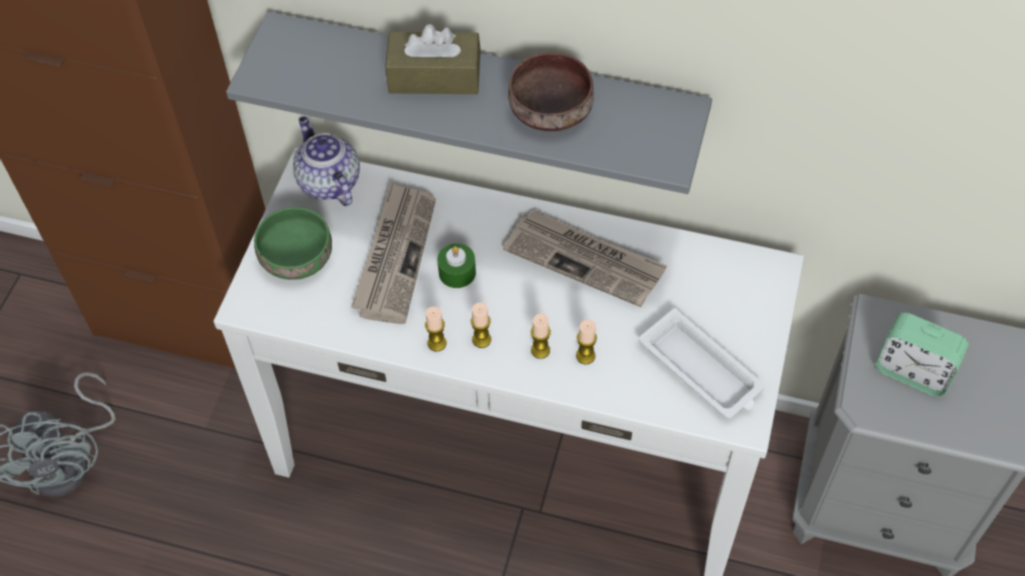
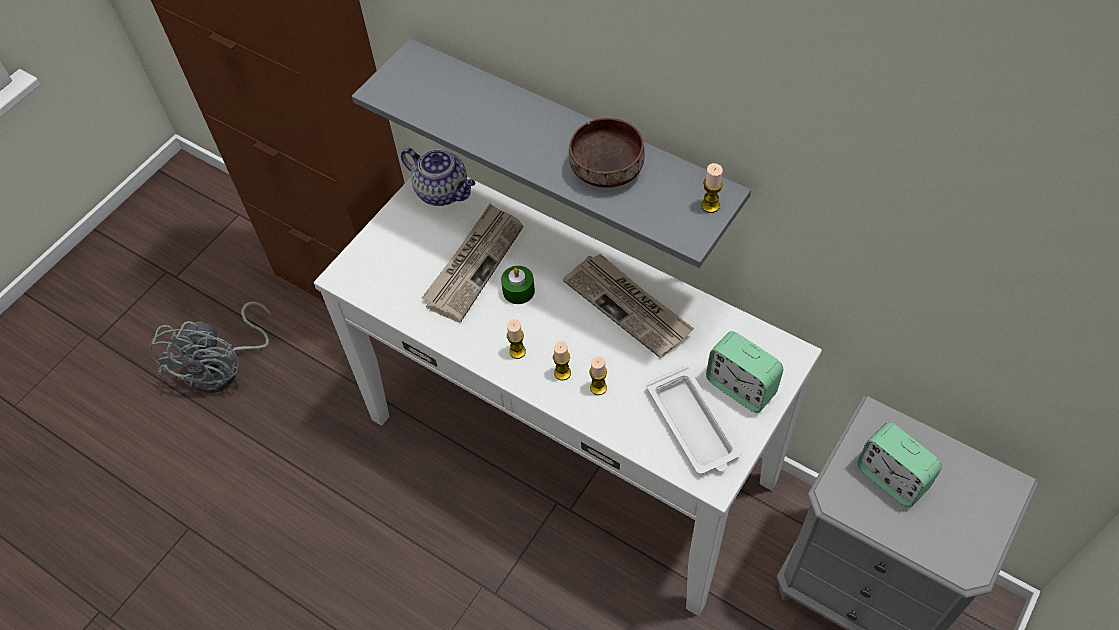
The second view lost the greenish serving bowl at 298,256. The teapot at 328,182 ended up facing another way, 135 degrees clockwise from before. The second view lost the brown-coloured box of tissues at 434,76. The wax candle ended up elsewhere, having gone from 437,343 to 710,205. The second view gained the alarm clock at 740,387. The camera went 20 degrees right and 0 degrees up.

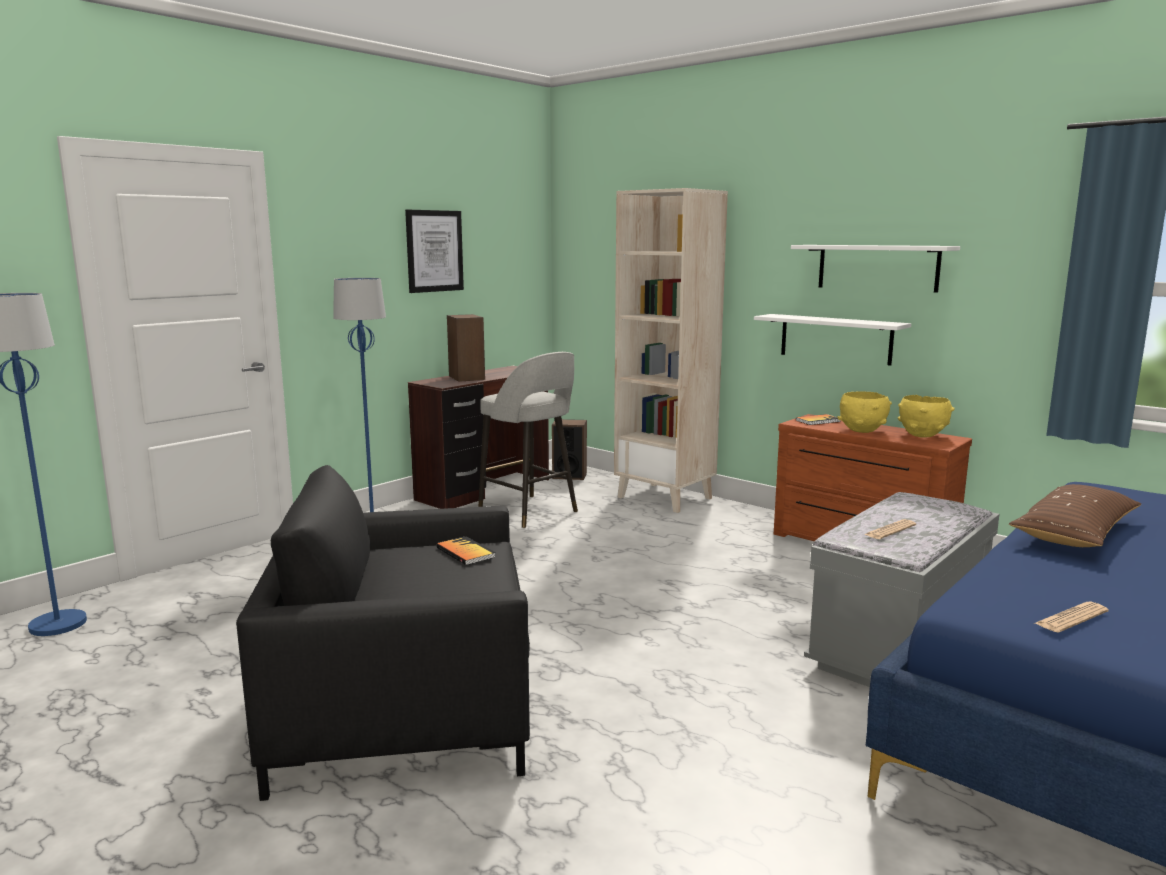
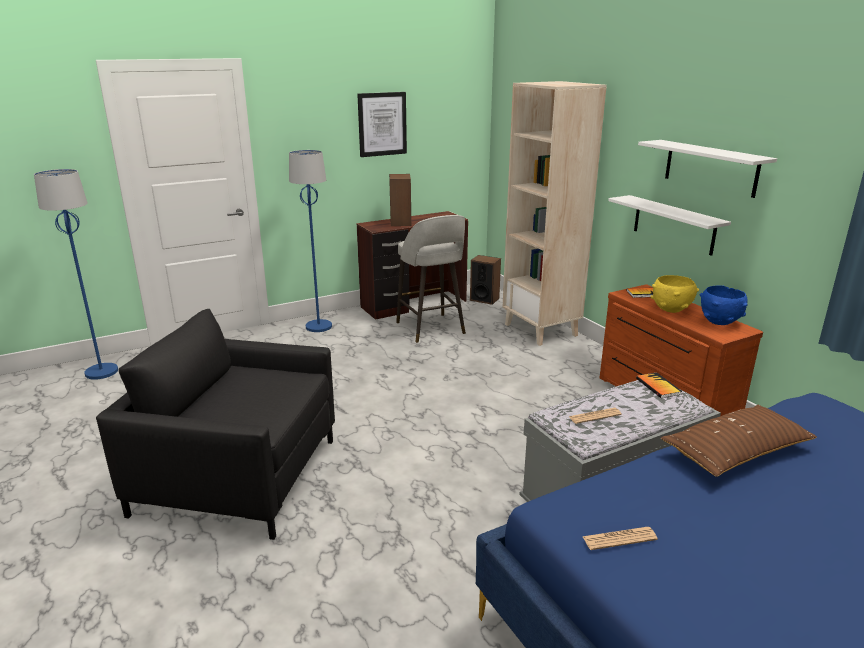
The volume ended up elsewhere, having gone from 465,552 to 658,386. What was the yellowish serving bowl at 922,435 turned into the blue serving bowl at 719,322. The camera went 20 degrees right and 10 degrees up.

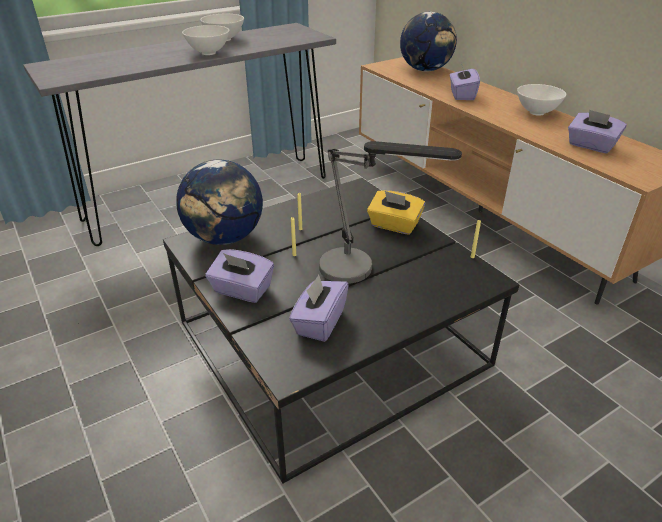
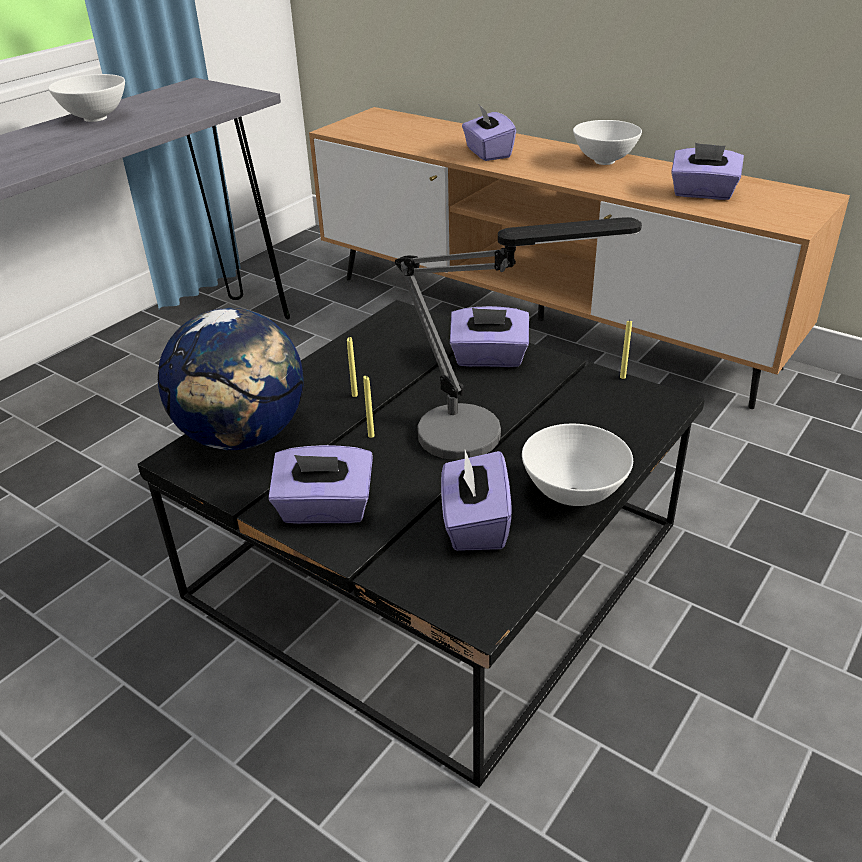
The whitish serving bowl ended up elsewhere, having gone from 209,53 to 574,494. What was the yellowish box of tissues at 394,225 turned into the purple box of tissues at 489,358. The second view lost the world globe at 425,70. The camera went 20 degrees left and 0 degrees up.

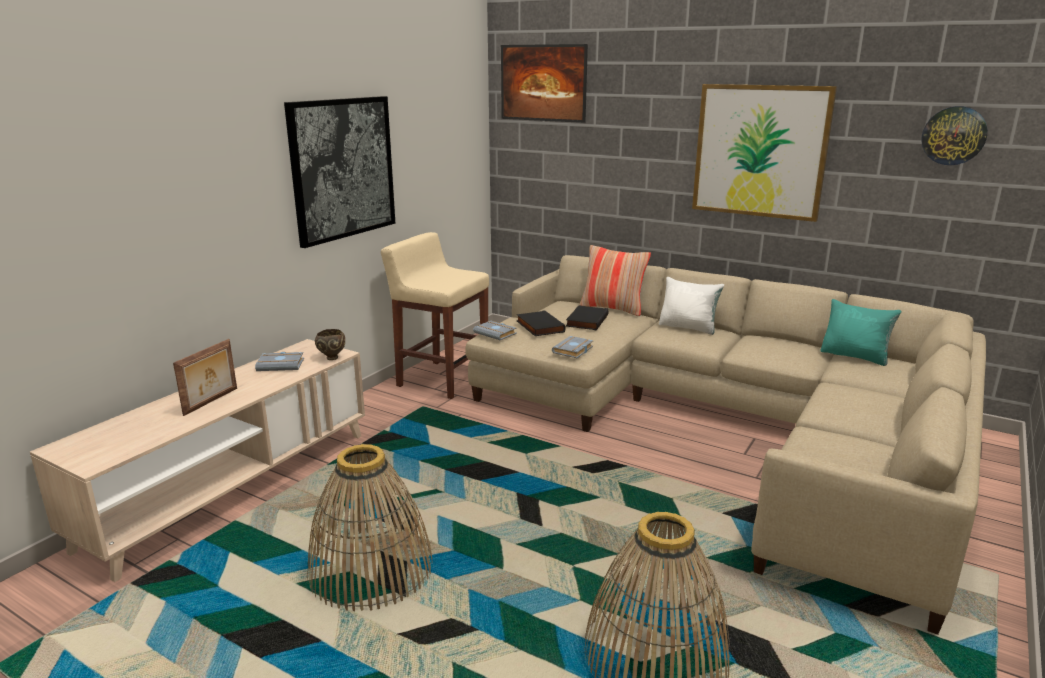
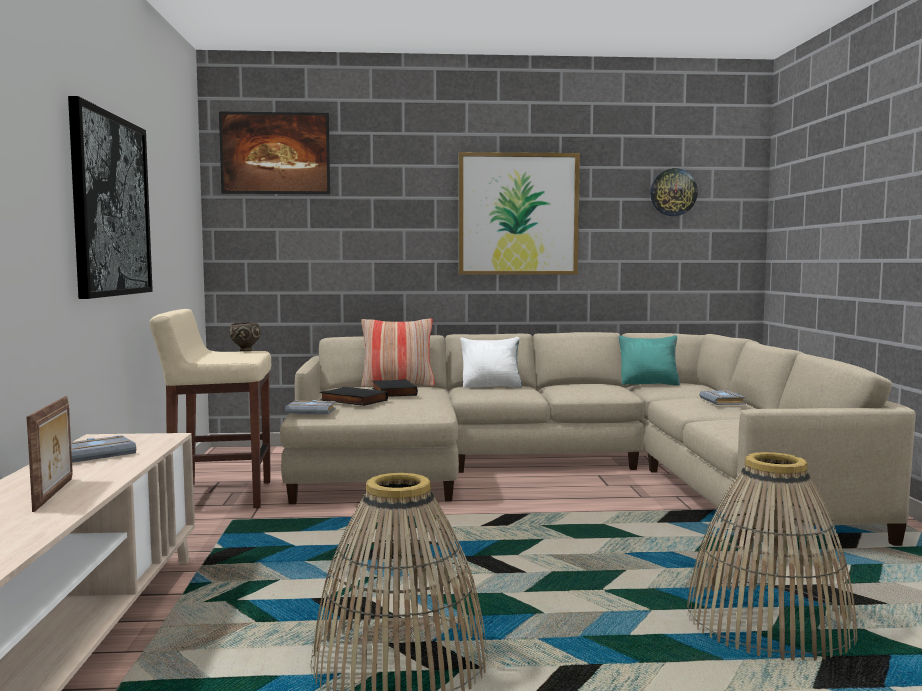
The brown-coloured serving bowl ended up elsewhere, having gone from 331,357 to 245,350. The gray volume ended up elsewhere, having gone from 573,350 to 724,402. The camera went 35 degrees left and 15 degrees down.

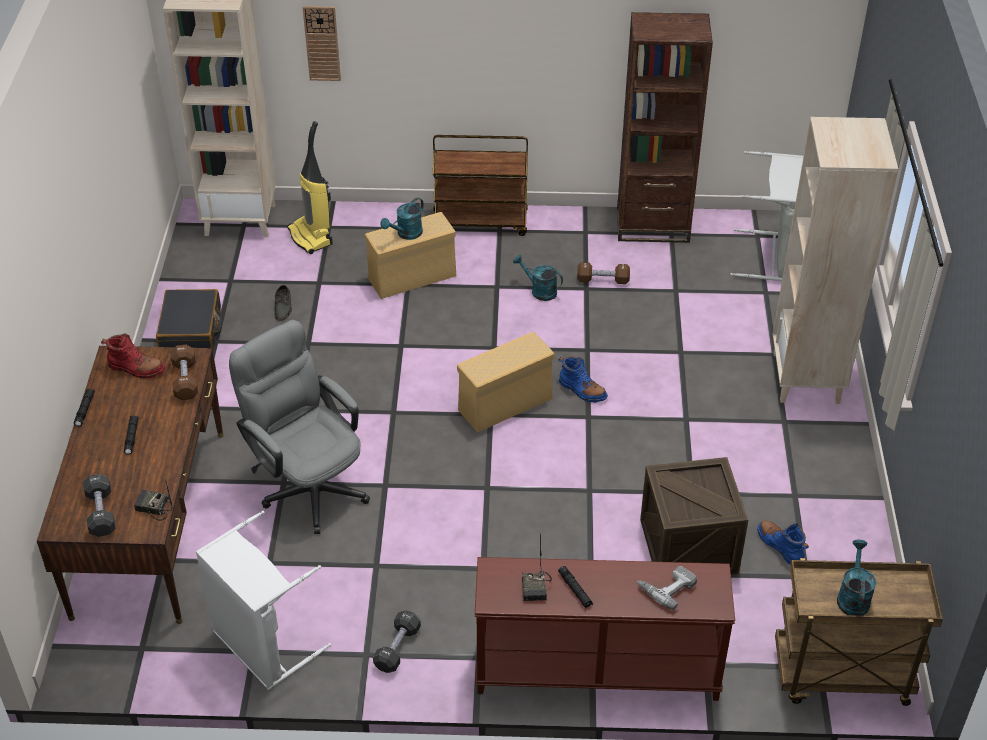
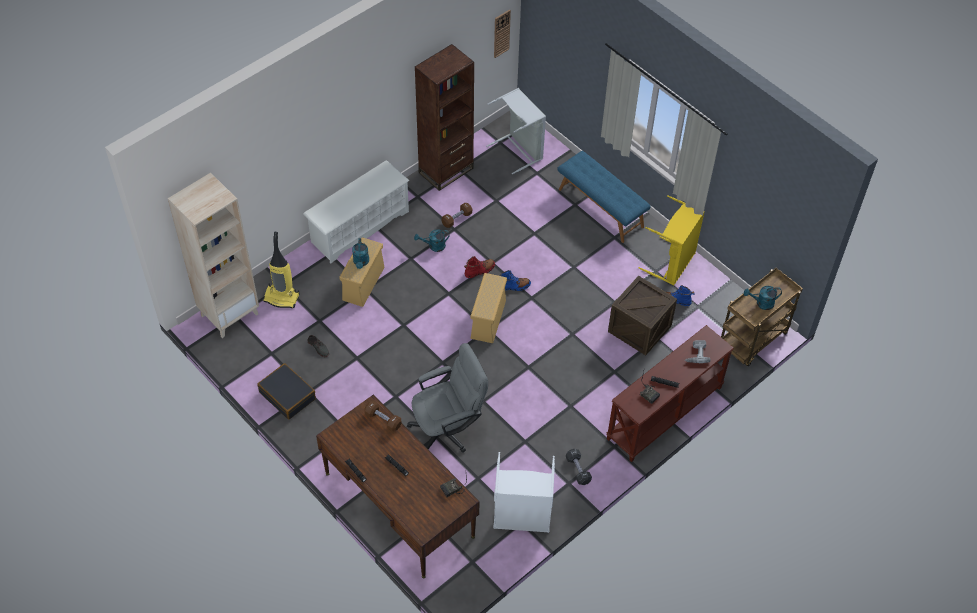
The second view lost the black-coloured hand weight at 101,513. The red-coloured tall boot ended up elsewhere, having gone from 136,369 to 479,270. The gray desk chair at 308,484 ended up facing another way, 150 degrees clockwise from before. The wall clock ended up elsewhere, having gone from 322,43 to 501,33. Where the brown-coloured cart stood at 481,222, the whitish shoe rack came to stand at 359,227. Where the beige-coloured shelving unit stood at 807,378, the blue bench came to stand at 601,207. The turquoise sprinkling can at 853,596 ended up facing another way, 60 degrees counterclockwise from before. The second view gained the yellowish washing basket at 672,263. The camera went 45 degrees left and 10 degrees up.

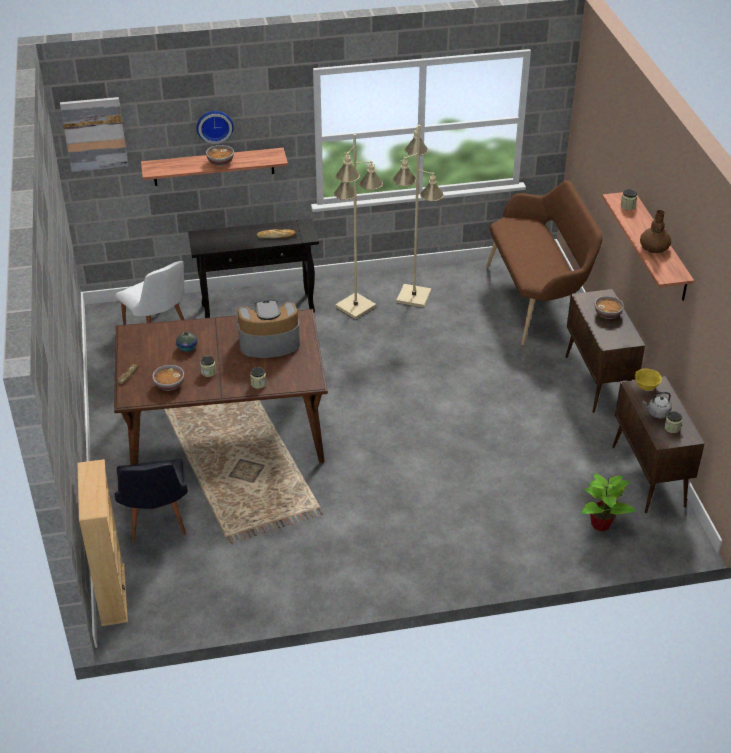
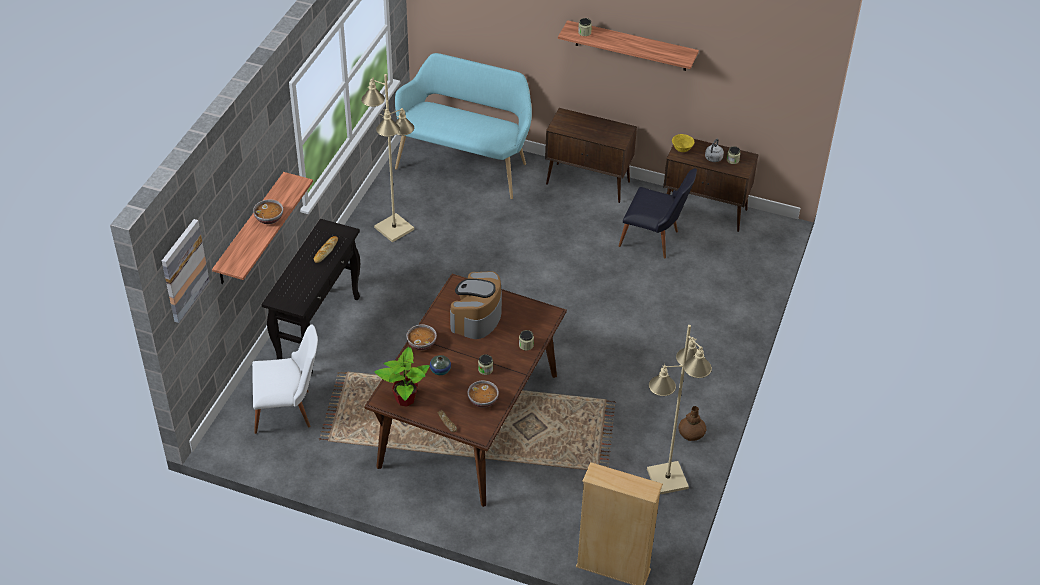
The black-coloured upright chair ended up elsewhere, having gone from 156,522 to 654,240. The second view lost the wall clock at 214,125. The beige-coloured floor lamp ended up elsewhere, having gone from 355,306 to 667,479. What was the brown-coloured bench at 537,300 turned into the turquoise bench at 465,164. The houseplant ended up elsewhere, having gone from 601,524 to 405,399. The serving bowl ended up elsewhere, having gone from 608,314 to 422,343. The brown-coloured vase ended up elsewhere, having gone from 654,247 to 691,433. The camera went 60 degrees left and 5 degrees up.

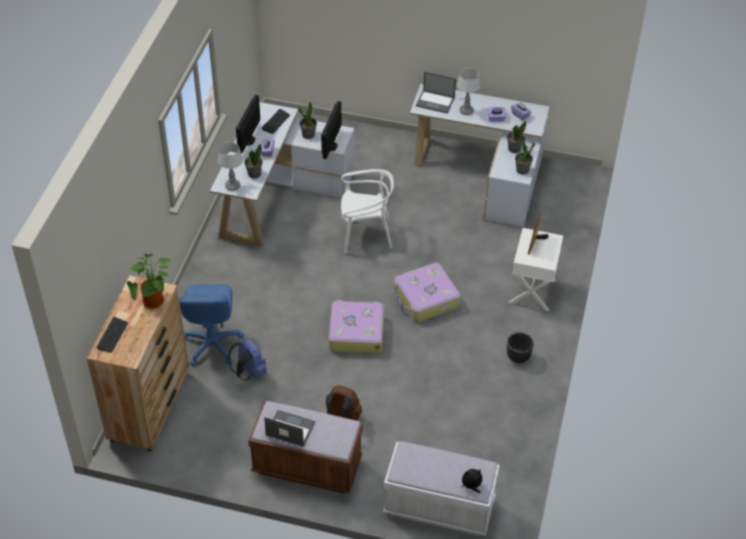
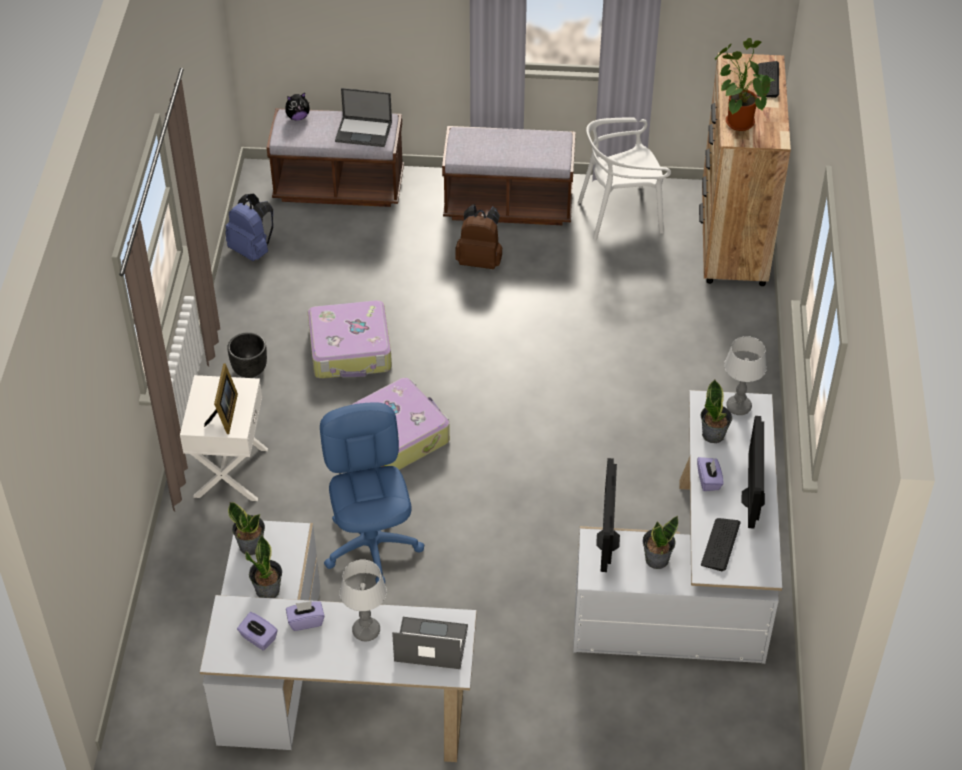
The blue desk chair ended up elsewhere, having gone from 212,344 to 372,545. The blue rucksack ended up elsewhere, having gone from 249,372 to 252,250. The portable computer ended up elsewhere, having gone from 289,429 to 364,131. The suitcase ended up elsewhere, having gone from 356,332 to 351,350. The whitish upright chair ended up elsewhere, having gone from 365,234 to 621,214. What was the whitish bench at 439,507 turned into the brown-coloured bench at 339,187. The camera went 170 degrees right and 0 degrees up.

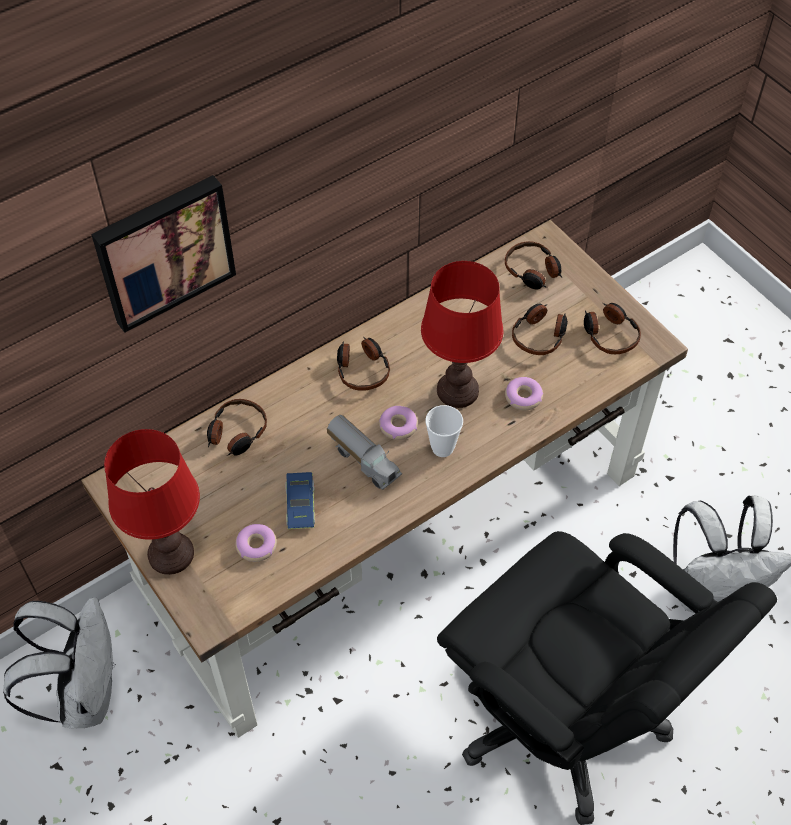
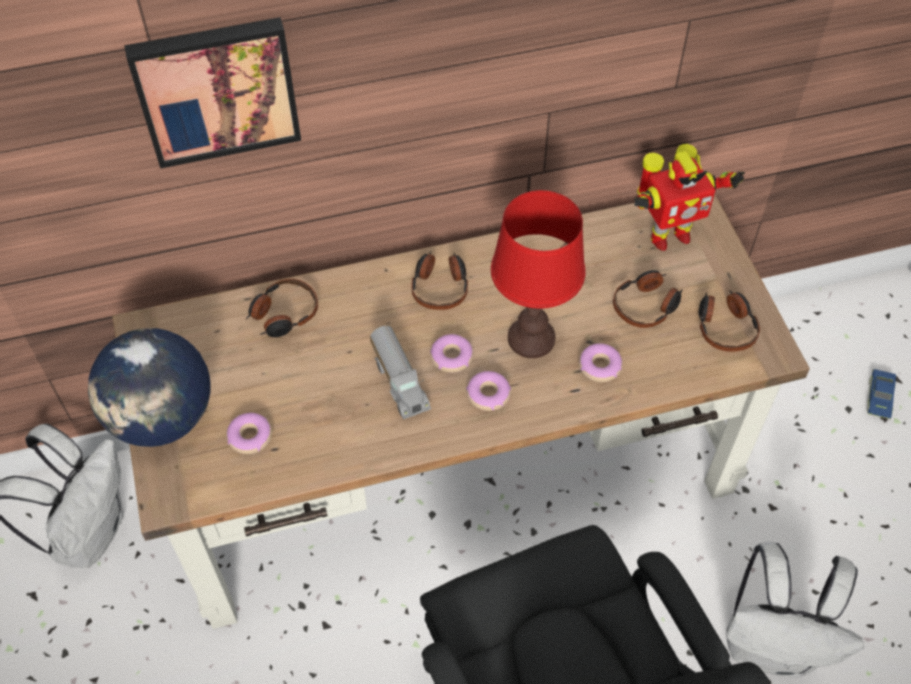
Where the red-coloured tabletop lamp stood at 171,554, the world globe came to stand at 163,418. The blue model car ended up elsewhere, having gone from 300,504 to 879,397. Where the cup stood at 442,448, the doughnut came to stand at 488,395. Where the headset stood at 533,271, the toy robot came to stand at 667,236. The camera went 20 degrees right and 0 degrees up.

